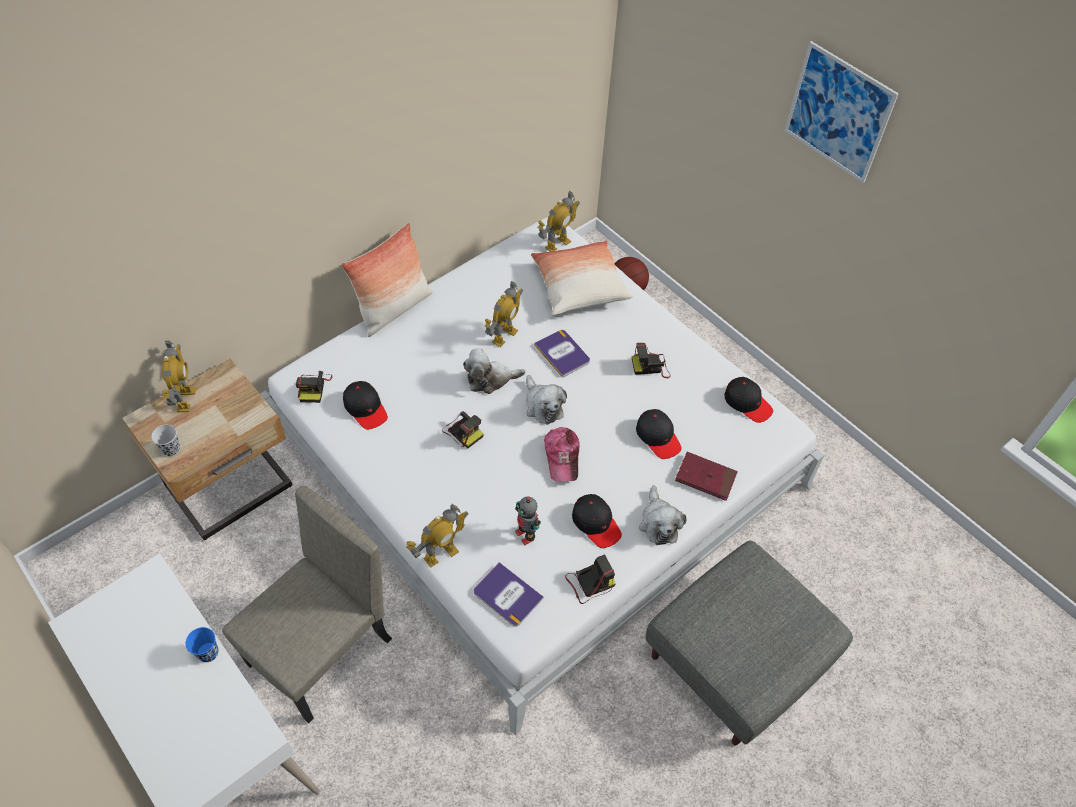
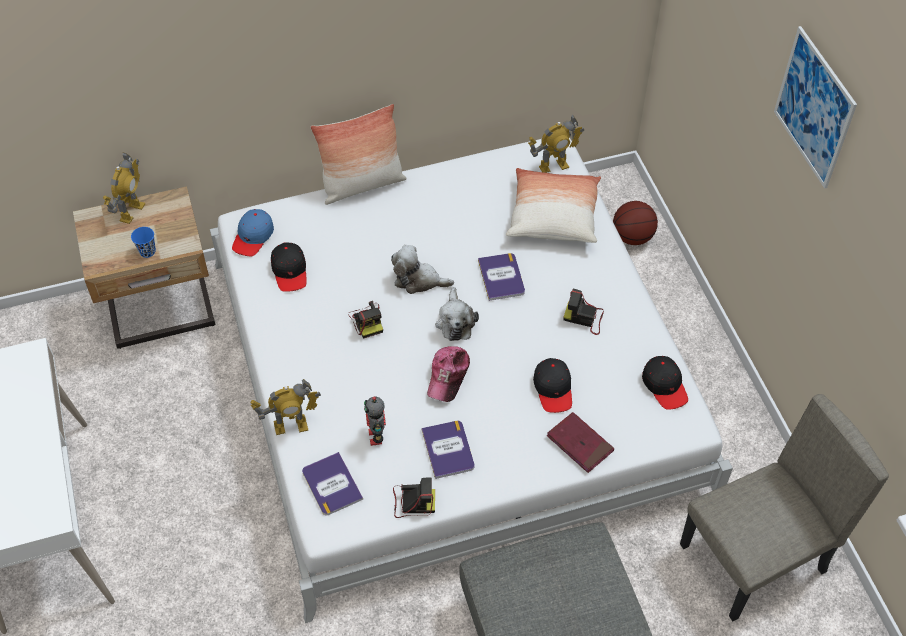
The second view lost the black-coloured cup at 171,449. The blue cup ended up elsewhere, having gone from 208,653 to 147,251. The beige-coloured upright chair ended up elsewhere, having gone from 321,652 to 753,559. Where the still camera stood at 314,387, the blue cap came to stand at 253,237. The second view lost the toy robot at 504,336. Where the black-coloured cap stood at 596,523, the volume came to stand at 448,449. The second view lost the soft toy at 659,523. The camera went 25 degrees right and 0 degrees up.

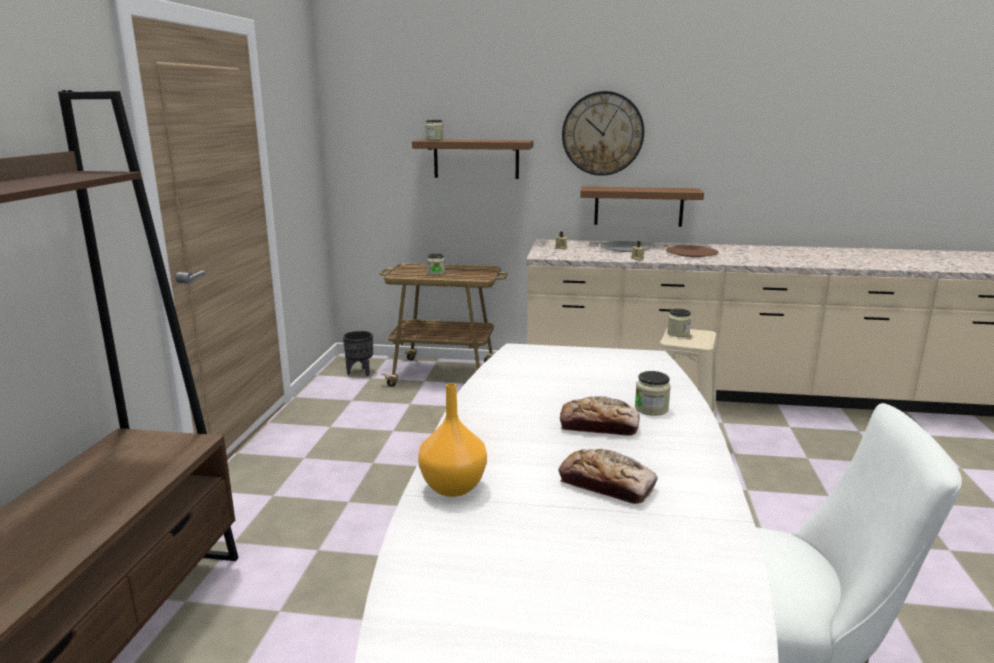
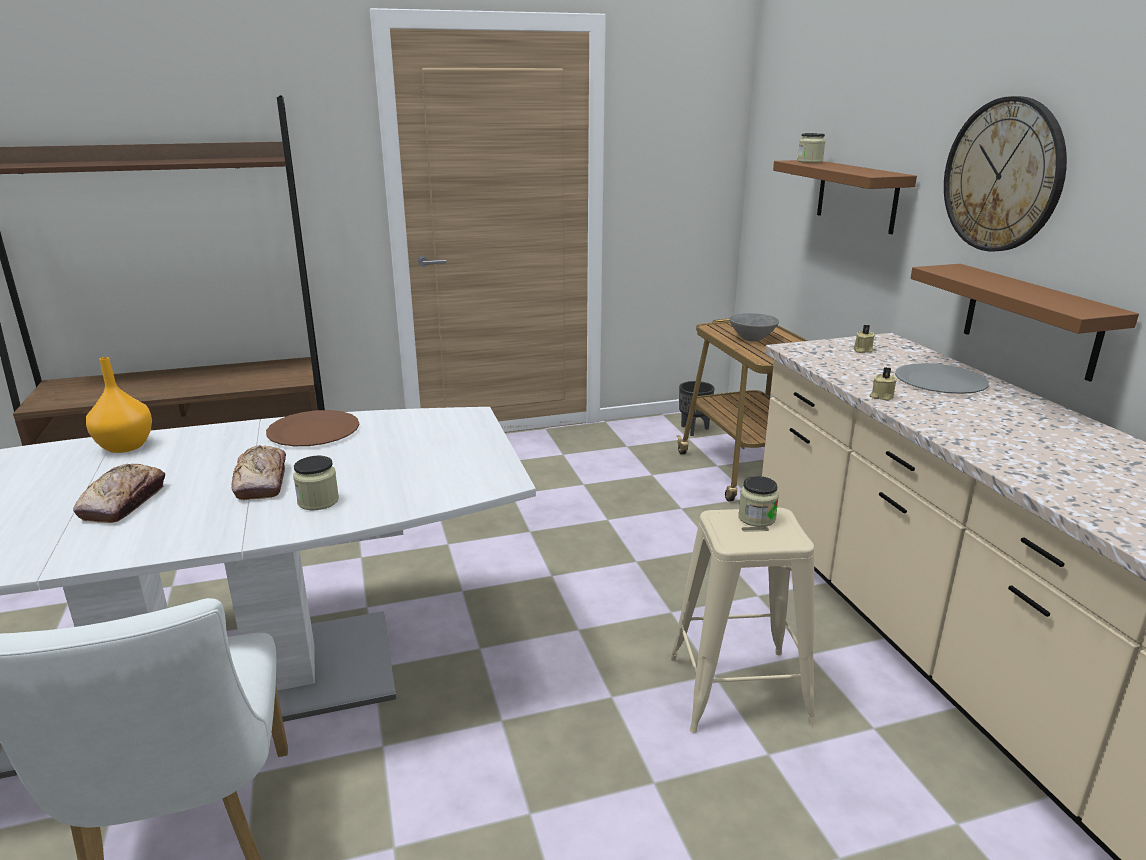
Where the jar stood at 436,273, the gray serving bowl came to stand at 753,339. The brown-coloured plate ended up elsewhere, having gone from 691,253 to 313,431. The camera went 65 degrees right and 5 degrees up.

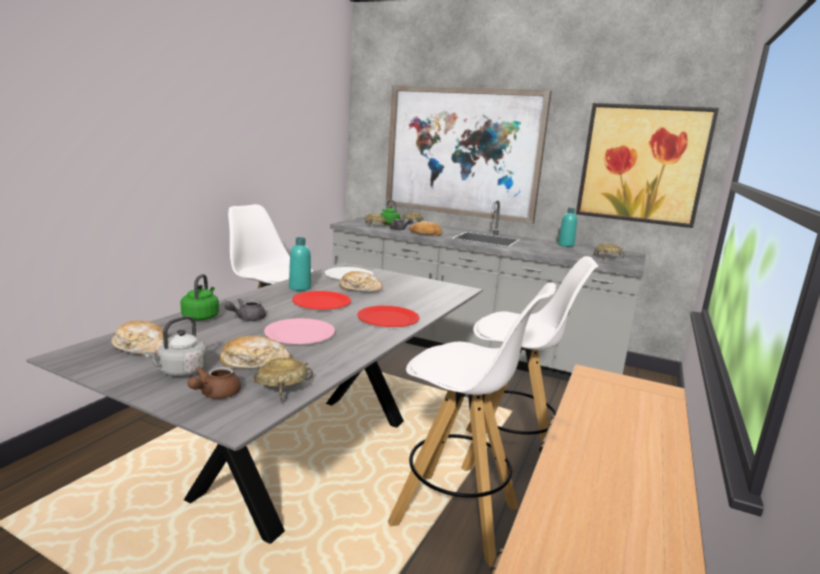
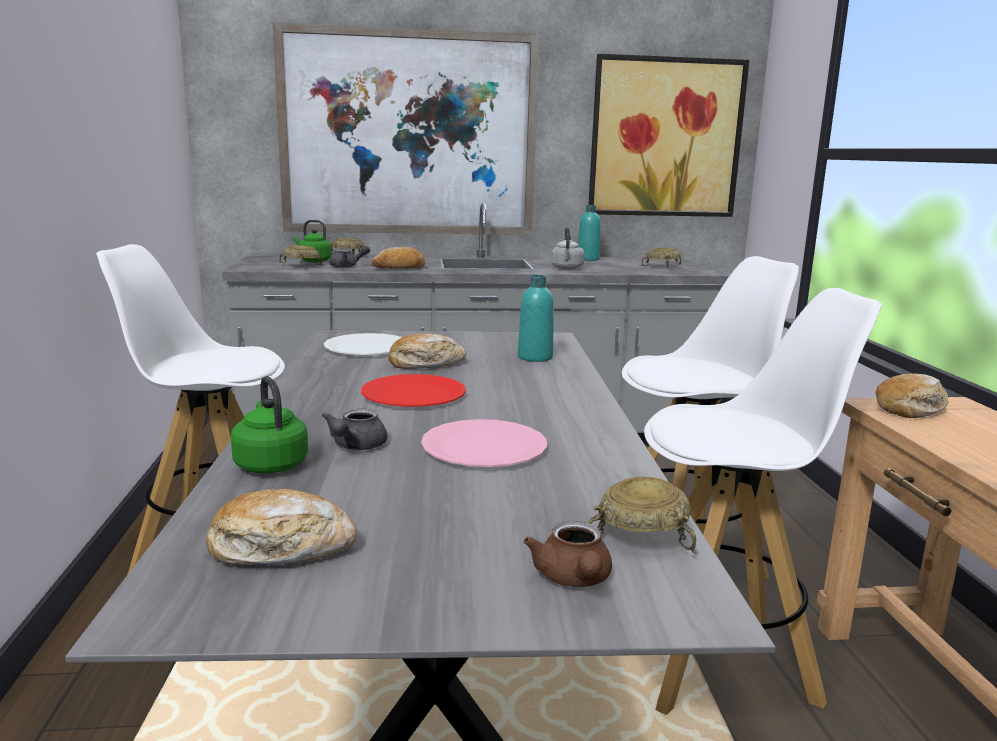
The gray water kettle ended up elsewhere, having gone from 180,372 to 567,268. The baked bread ended up elsewhere, having gone from 254,363 to 911,408. The turquoise beverage bottle ended up elsewhere, having gone from 300,288 to 535,357. The second view lost the red-coloured plate at 388,318. The camera went 30 degrees left and 0 degrees up.

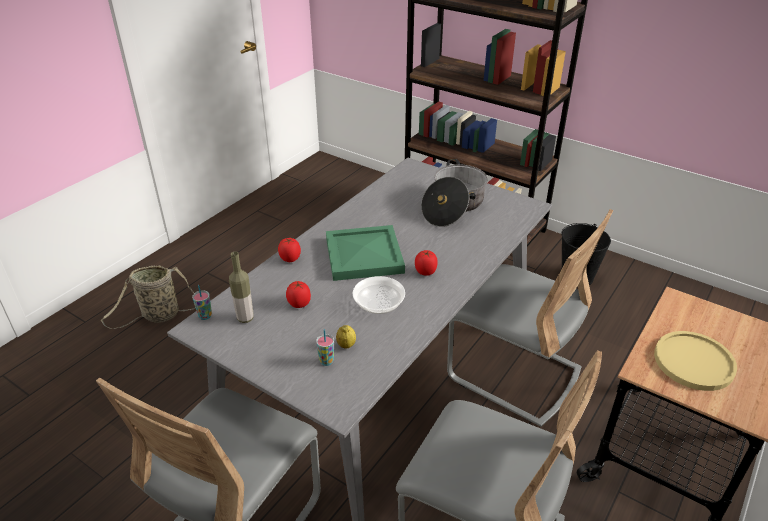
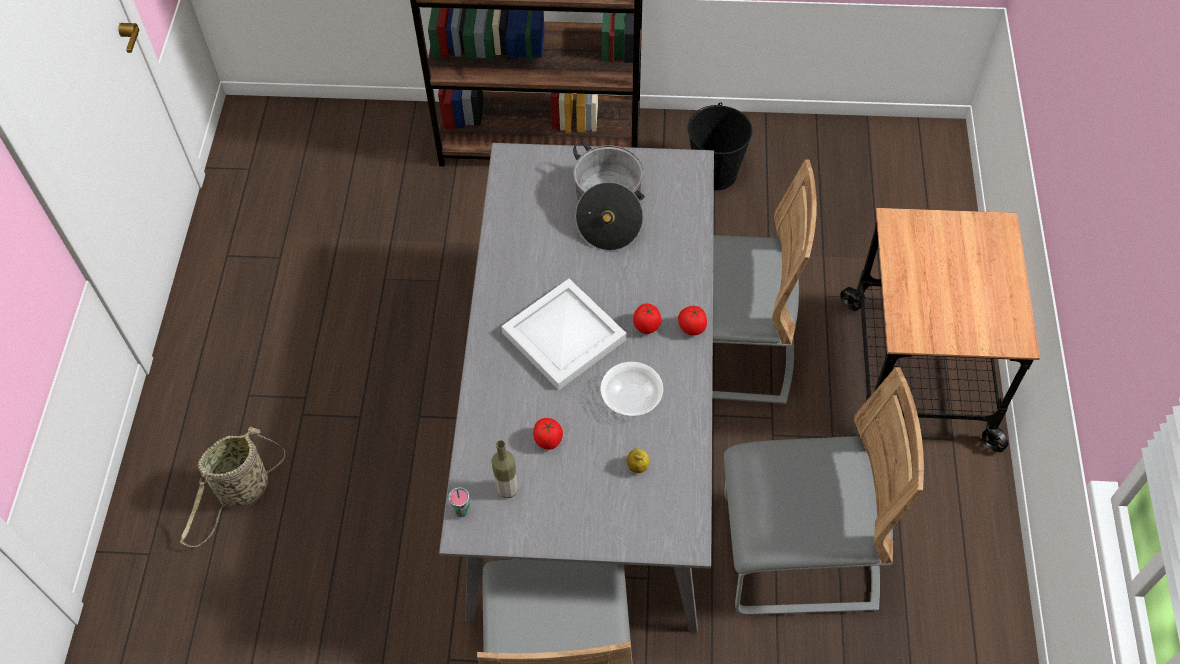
The fresh tomato ended up elsewhere, having gone from 290,259 to 692,328. The second view lost the cup at 326,361. What was the greenish serving tray at 362,255 turned into the whitish serving tray at 562,336. The second view lost the yellowish plate at 693,362. The camera went 30 degrees left and 20 degrees up.

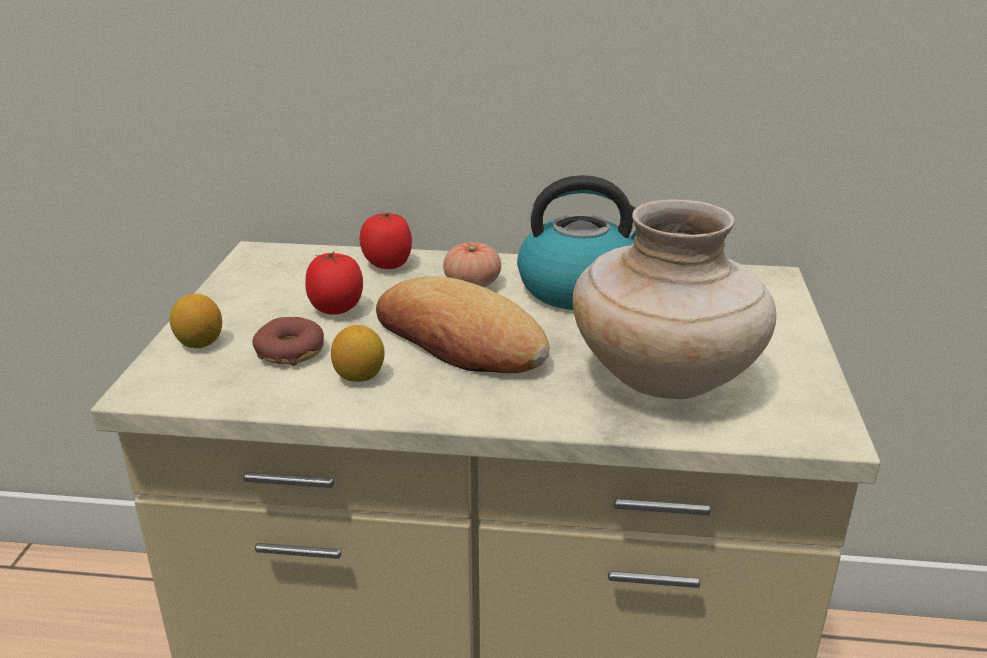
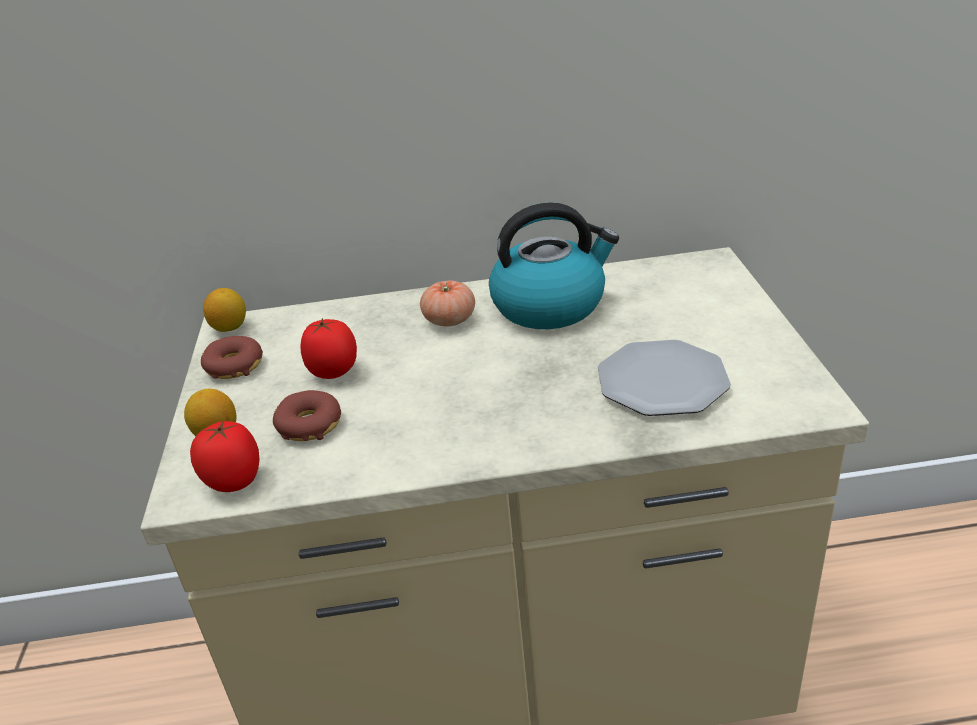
The lemon ended up elsewhere, having gone from 359,376 to 230,327. The fresh tomato ended up elsewhere, having gone from 387,265 to 233,482. The second view lost the baked bread at 459,341. Where the beige-coloured vase stood at 666,378, the plate came to stand at 663,381. The second view gained the doughnut at 234,366. The camera went 10 degrees left and 5 degrees up.

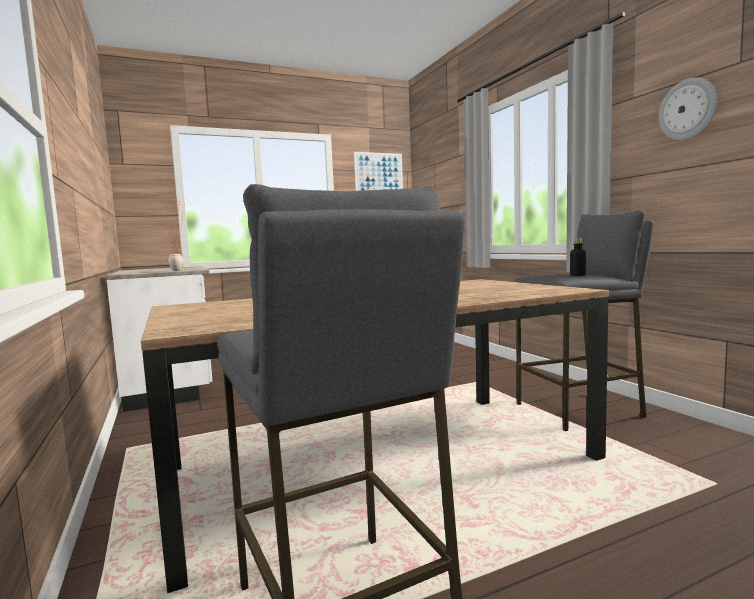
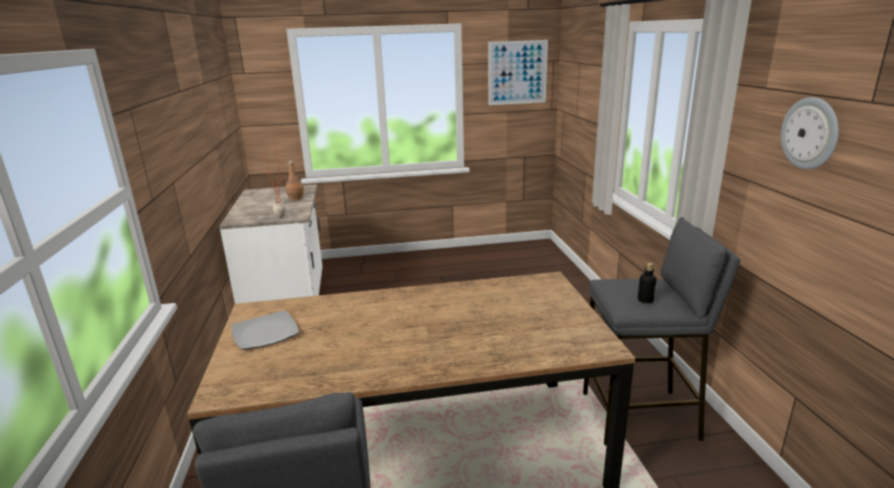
The second view gained the plate at 265,332. The second view gained the brown-coloured beverage bottle at 296,198. The camera went 15 degrees right and 15 degrees up.

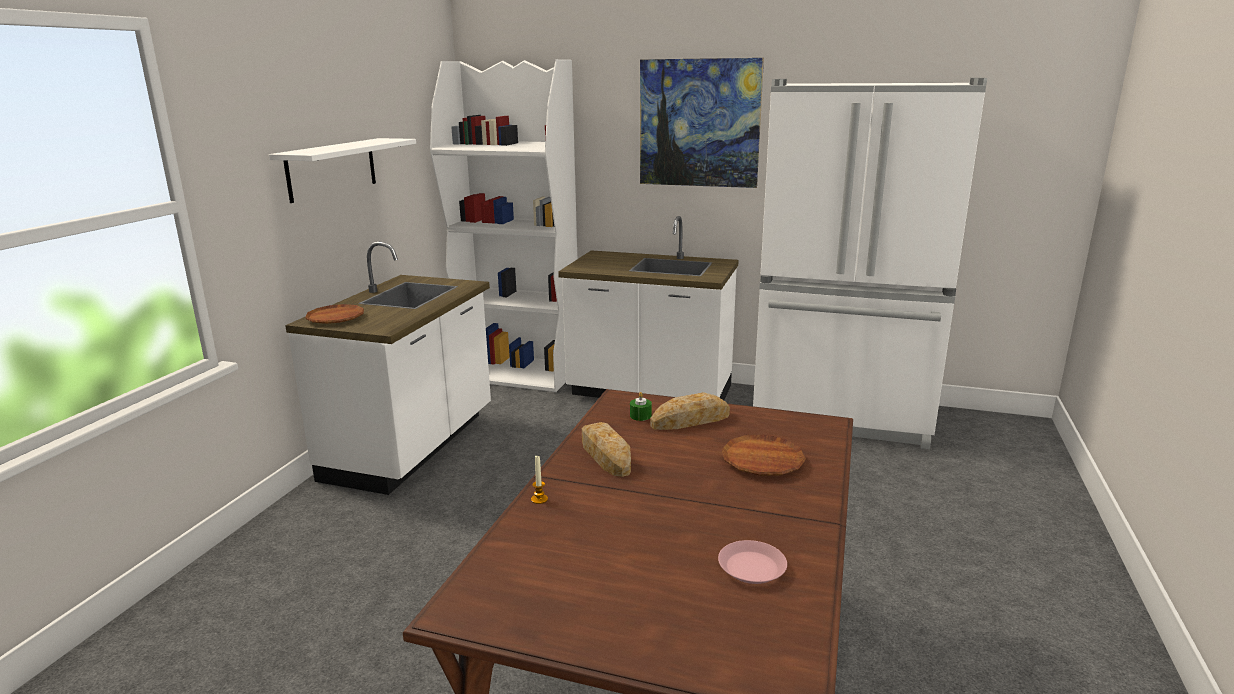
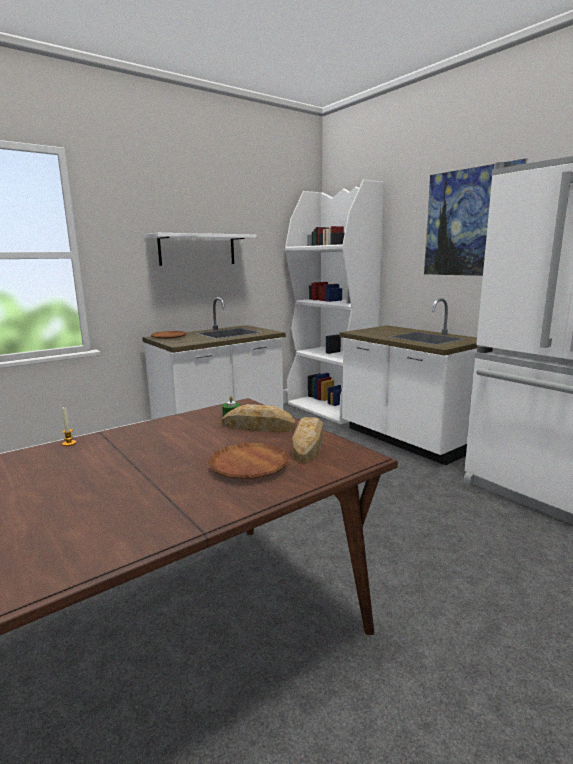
The baked bread ended up elsewhere, having gone from 605,454 to 308,445. The second view lost the pink plate at 751,567. The camera went 35 degrees right and 5 degrees down.

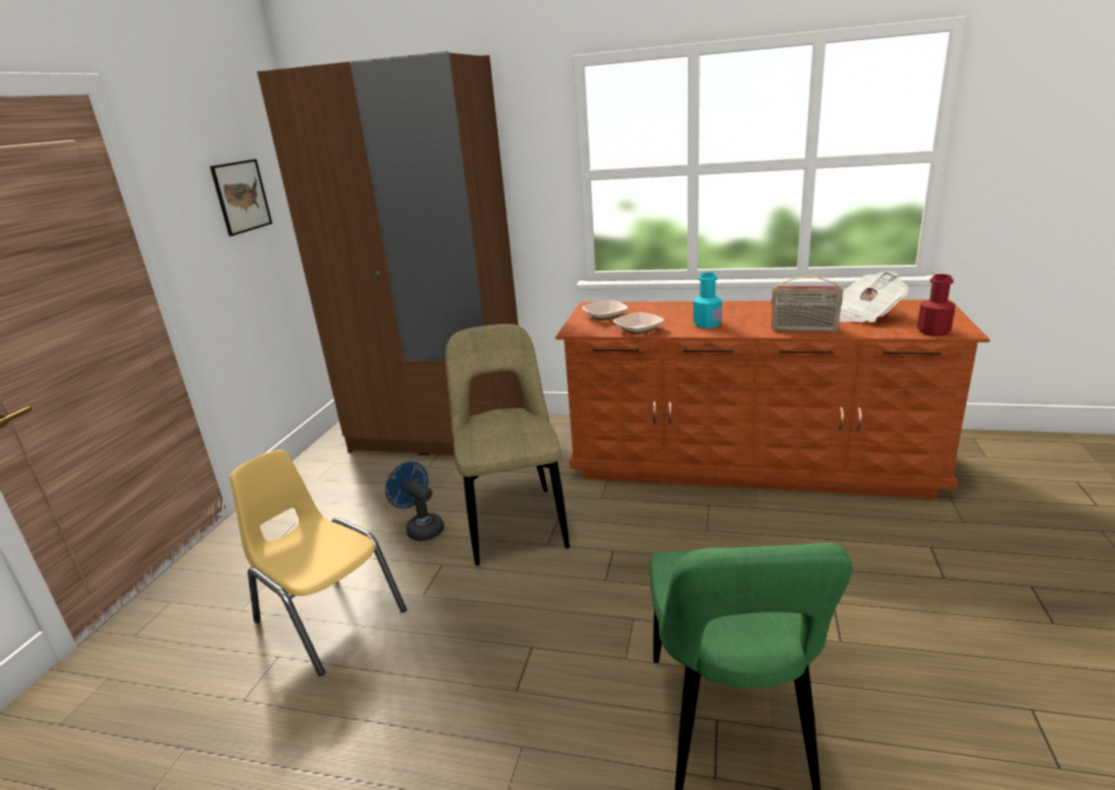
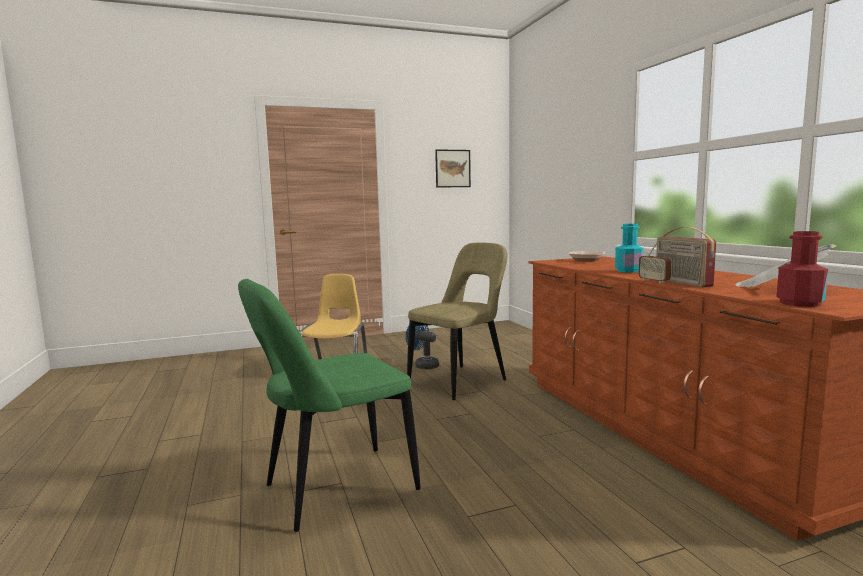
The second view lost the brown-coloured armoire at 440,434. The blue fan at 421,528 ended up facing another way, 60 degrees counterclockwise from before. The second view lost the serving bowl at 638,330. The second view gained the radio at 654,281. The camera went 55 degrees right and 15 degrees down.

